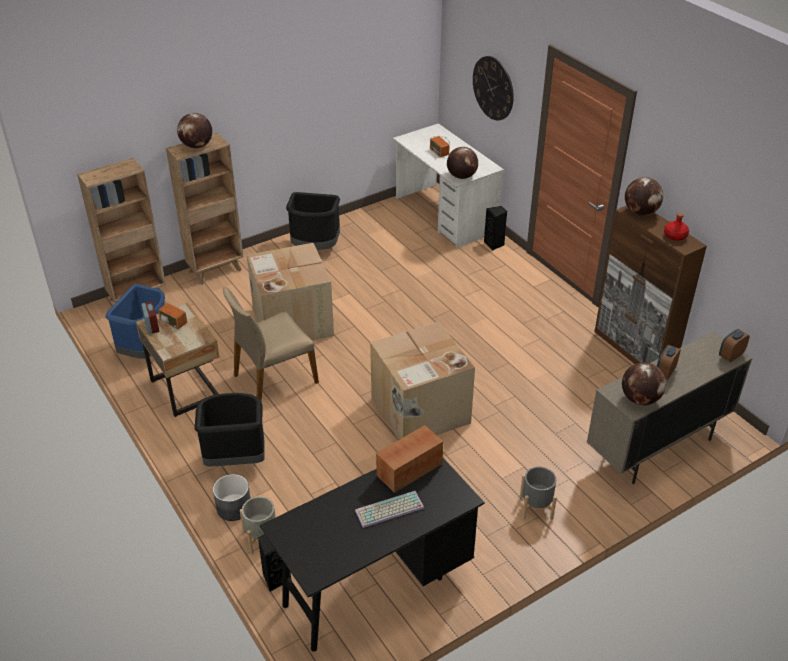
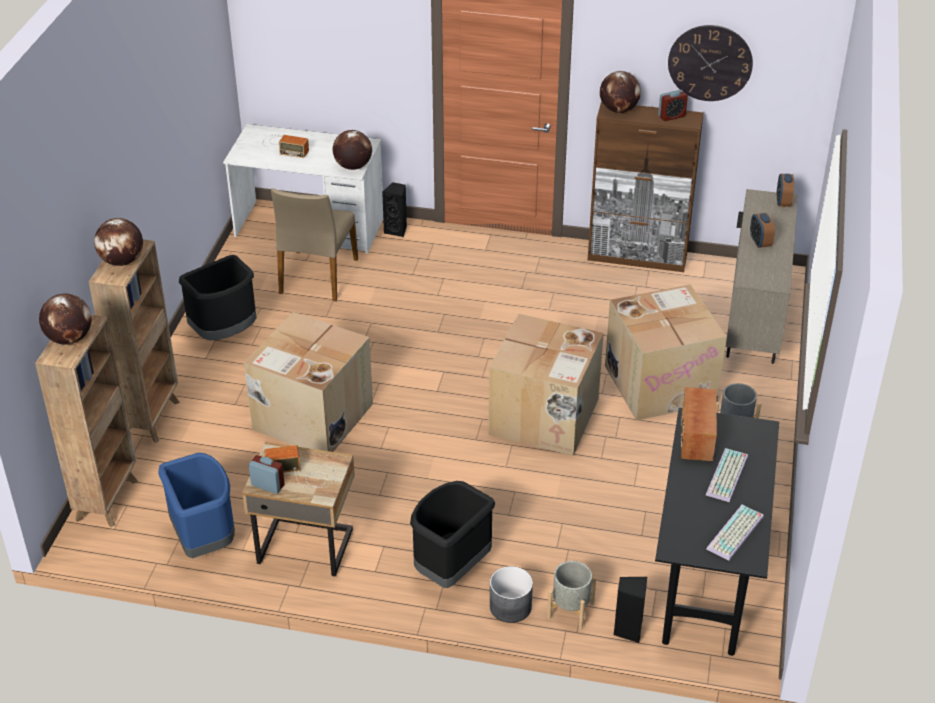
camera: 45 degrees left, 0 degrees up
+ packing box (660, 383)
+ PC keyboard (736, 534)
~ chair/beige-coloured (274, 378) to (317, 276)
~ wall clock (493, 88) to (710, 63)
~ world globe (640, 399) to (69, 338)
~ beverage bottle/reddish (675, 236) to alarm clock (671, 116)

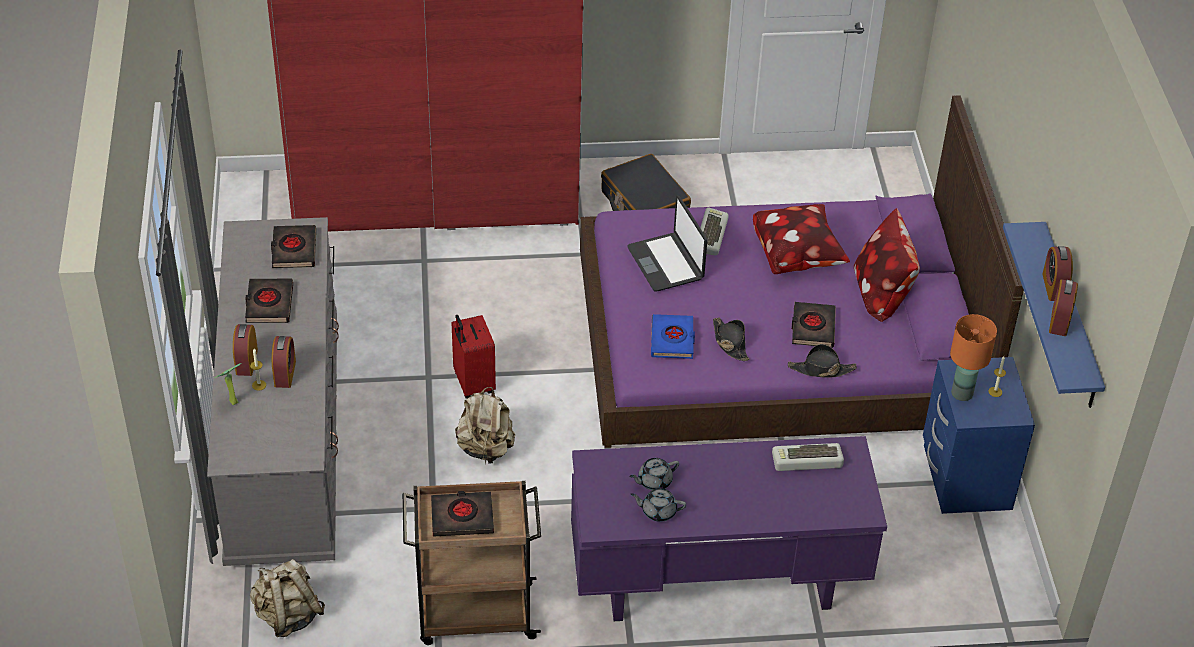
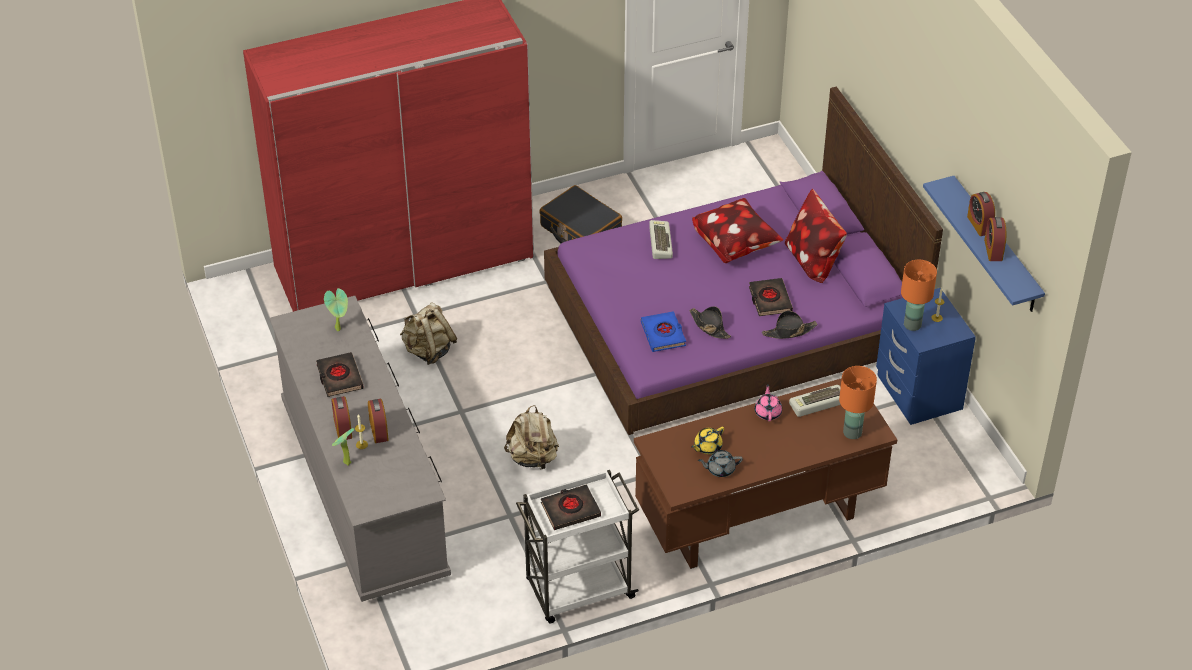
camera: 15 degrees left, 0 degrees up
- travel case/reddish (472, 384)
- laptop (666, 263)
+ teapot/pink (768, 412)
+ tabletop lamp/orangey (853, 433)
~ knapsack/beige-coloured (288, 615) to (428, 350)
~ volume/black (293, 250) to houseplant (339, 328)
~ wheeled cart/brownish (474, 614) to wheeled cart/whitish (578, 590)
~ desk/purple-coloured (716, 583) to desk/brownish (758, 520)
~ teapot/grey (654, 481) to teapot/yellow (707, 447)

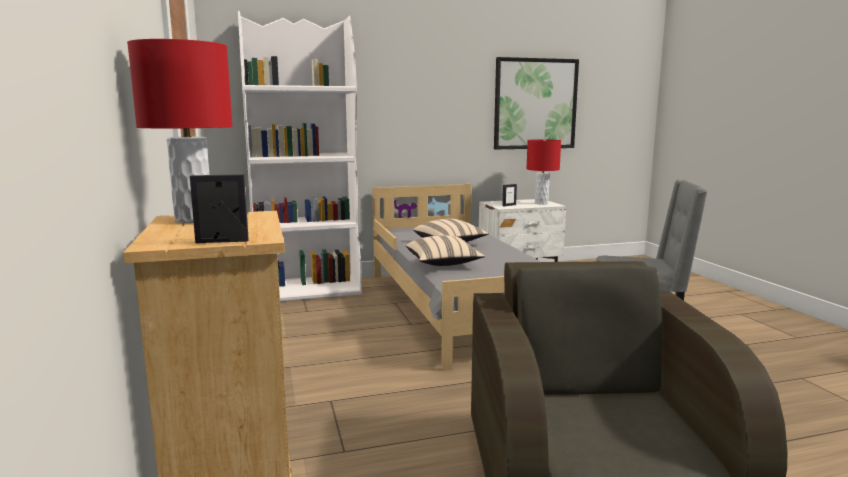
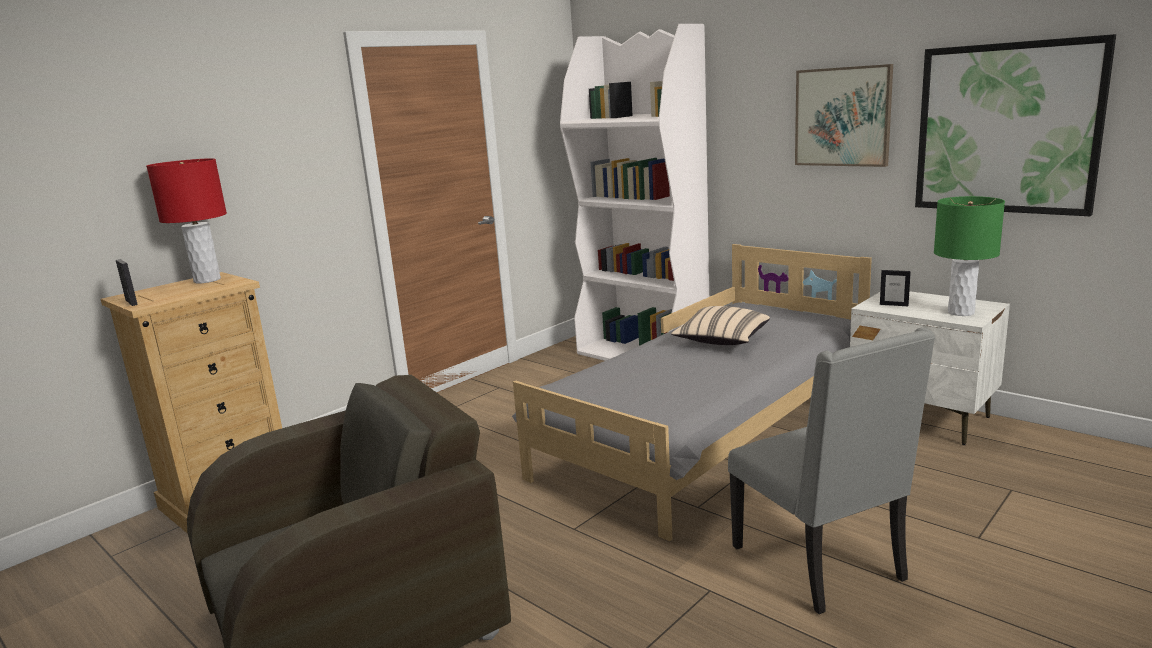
camera: 60 degrees right, 5 degrees up
- throw pillow/beige-coloured (443, 264)
+ picture (842, 117)
~ tabletop lamp/reddish (541, 203) to tabletop lamp/green-coloured (960, 312)

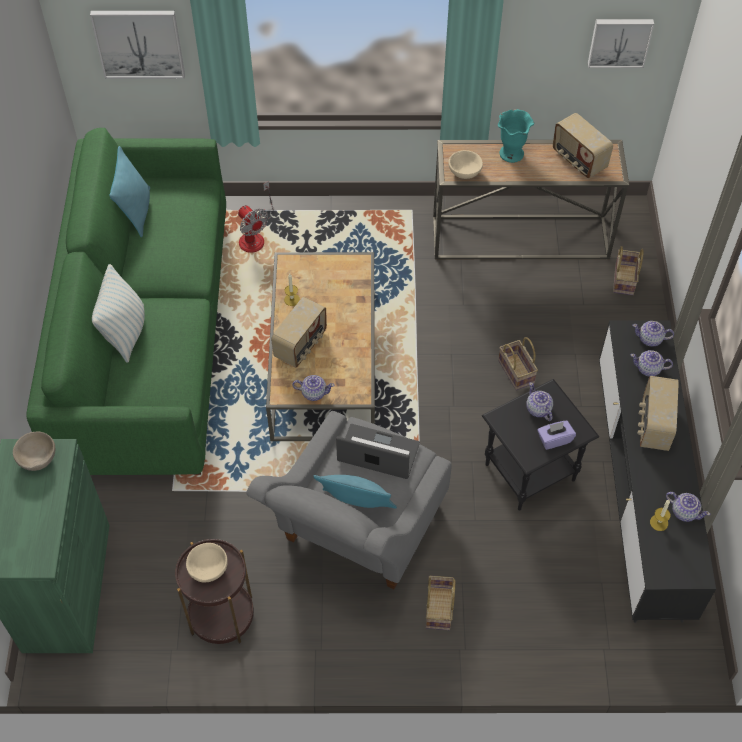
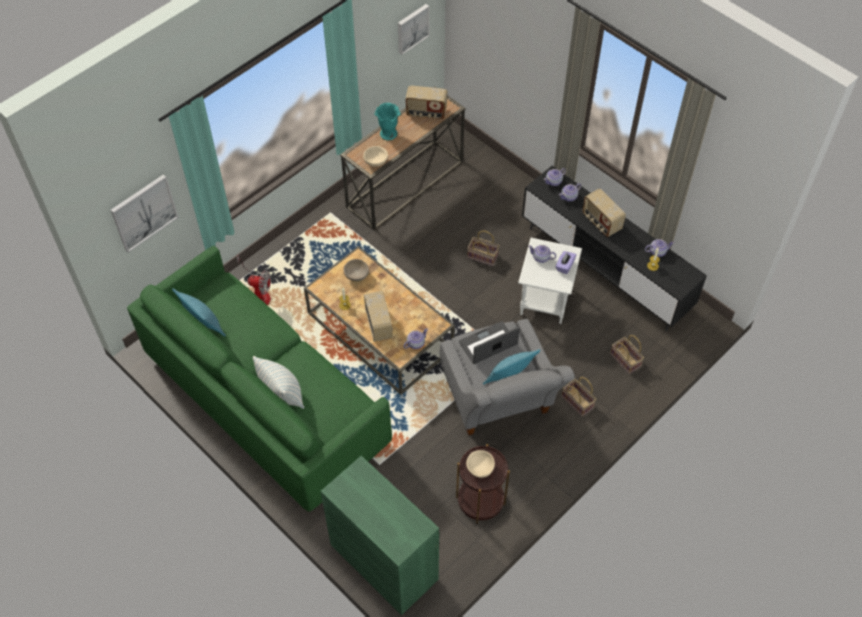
camera: 45 degrees left, 0 degrees up
~ bowl/beige-coloured (37, 458) to (356, 275)
~ household basket (625, 280) to (626, 360)
~ side table/black (529, 473) to side table/whitish (545, 301)

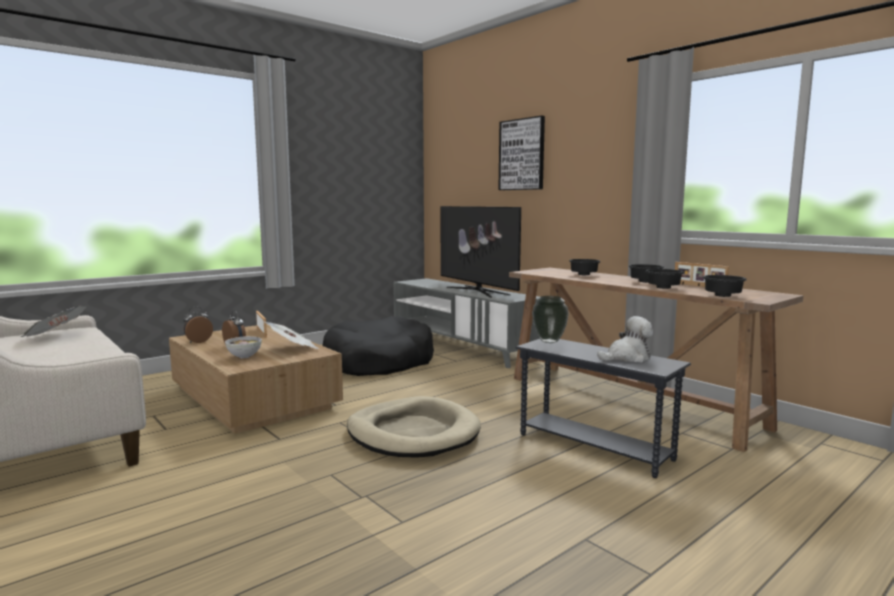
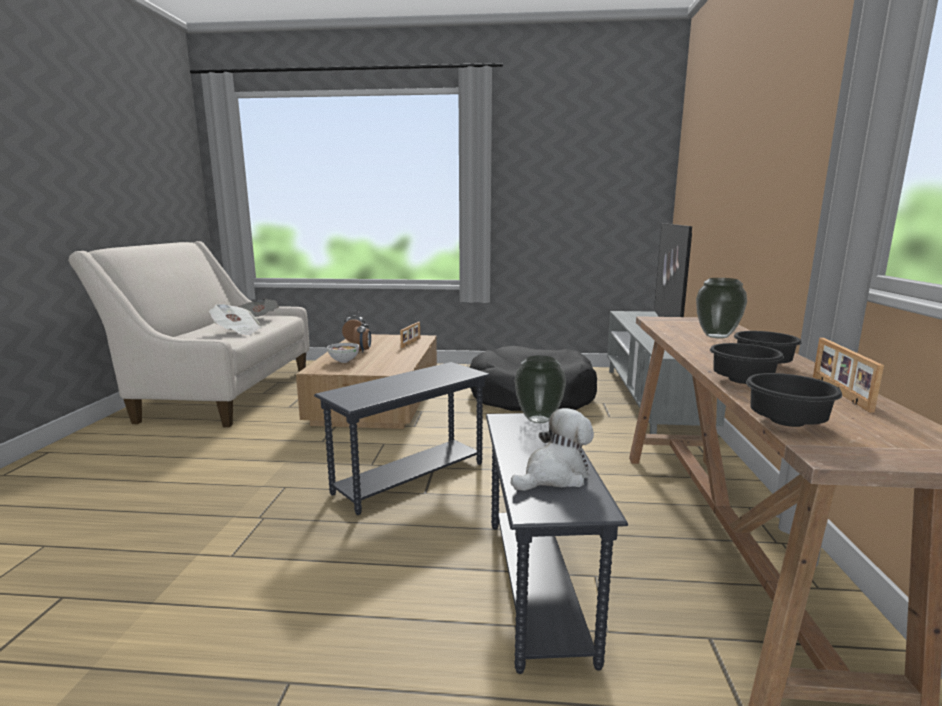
camera: 45 degrees right, 5 degrees up
- picture (522, 154)
~ daily paper (293, 349) to (237, 332)
~ dog cushion/beige-coloured (413, 433) to side table/grey (409, 478)
~ bowl/black (584, 275) to flower vase (717, 336)
~ plush toy (627, 357) = (554, 476) 60 degrees counterclockwise

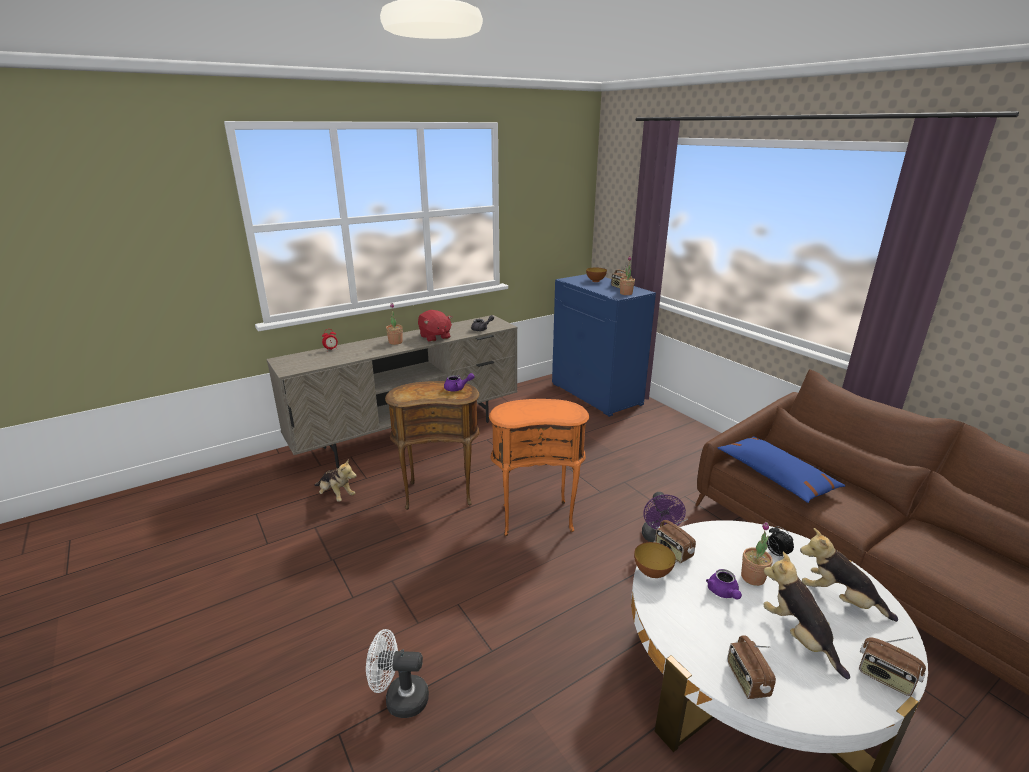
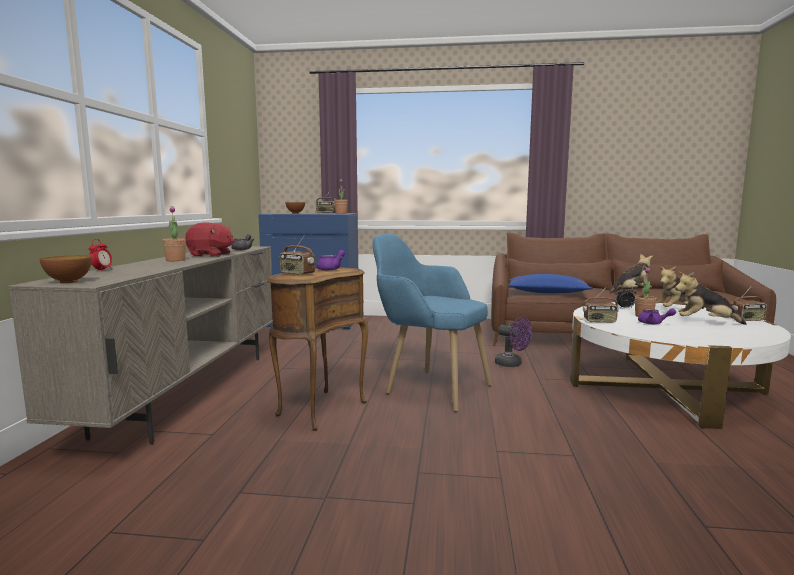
camera: 50 degrees left, 15 degrees down
- electric fan/whitish (399, 699)
~ plush toy (336, 495) to (631, 292)
~ bowl (652, 573) to (69, 282)
~ radio (746, 680) to (297, 273)
~ side table/orangey (536, 517) to lounge chair/bluish (427, 386)

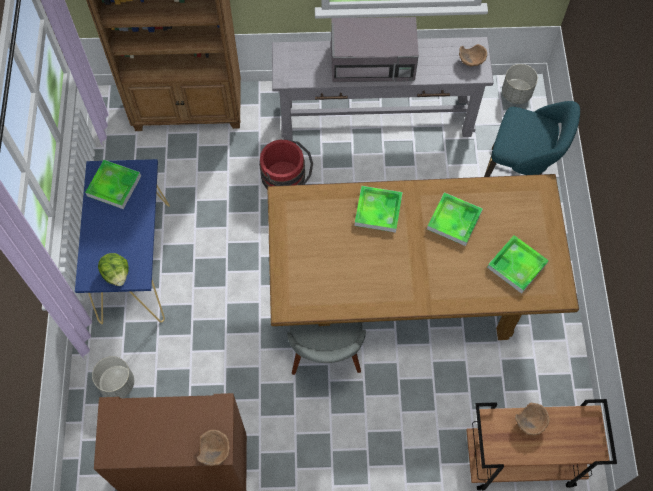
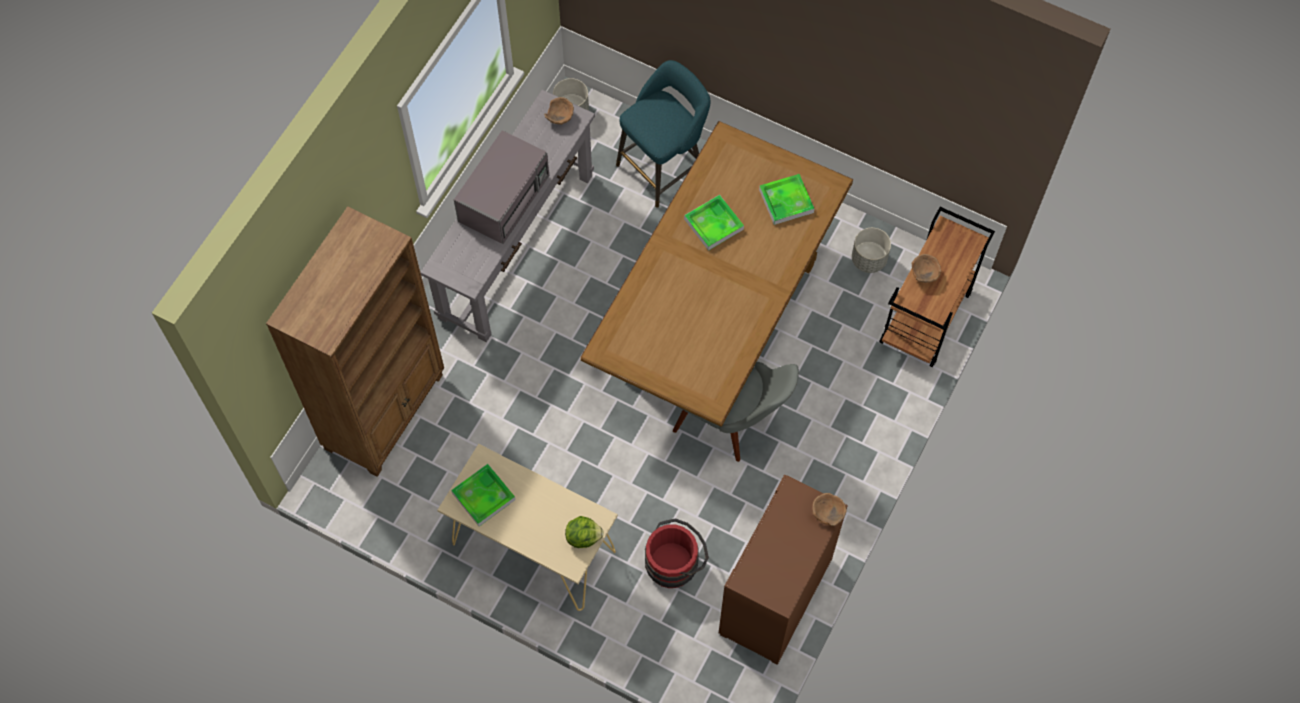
camera: 60 degrees left, 0 degrees up
- carrying tray (378, 210)
~ plant pot/grey (117, 384) to (869, 259)
~ bucket/reddish (287, 181) to (675, 562)
~ hall table/bluish (135, 261) to hall table/beige-coloured (533, 546)

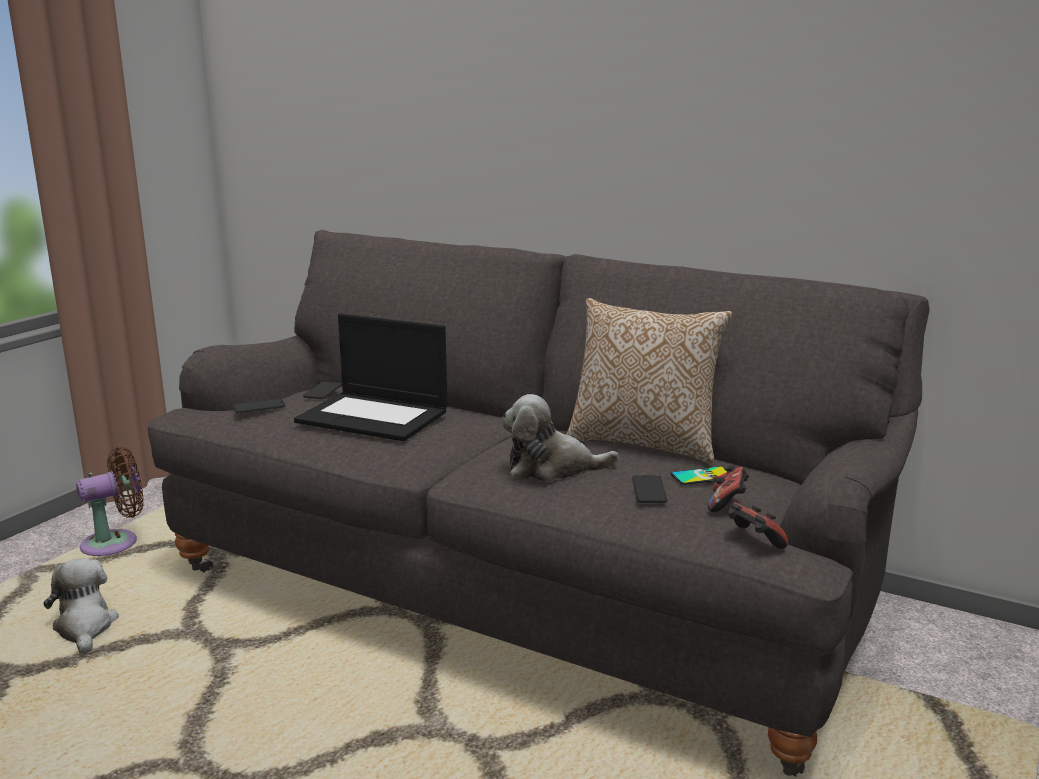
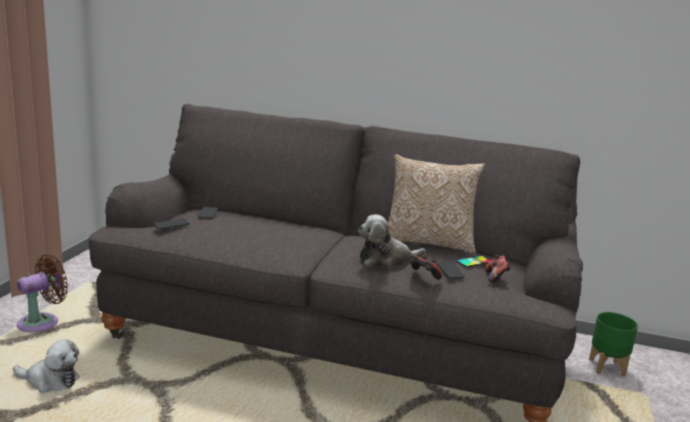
camera: 15 degrees left, 0 degrees up
- laptop (375, 416)
+ plant pot/green-coloured (606, 367)
~ gamepad (753, 541) to (423, 276)
~ plush toy (85, 628) = (50, 381) 135 degrees clockwise

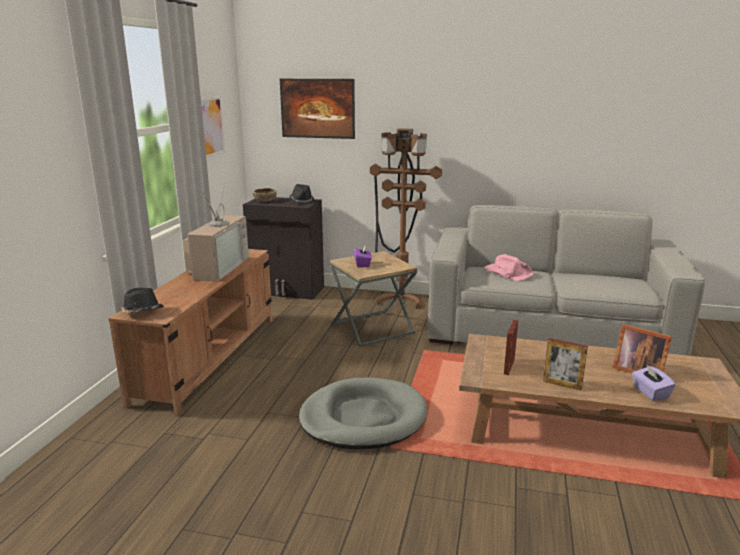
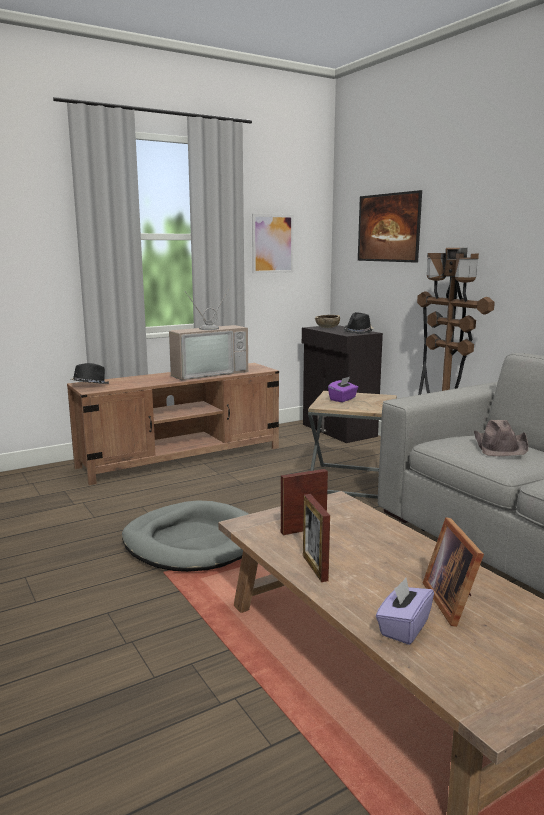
camera: 45 degrees right, 5 degrees down
~ wearable hat/pink (507, 272) to wearable hat/brownish (500, 446)

